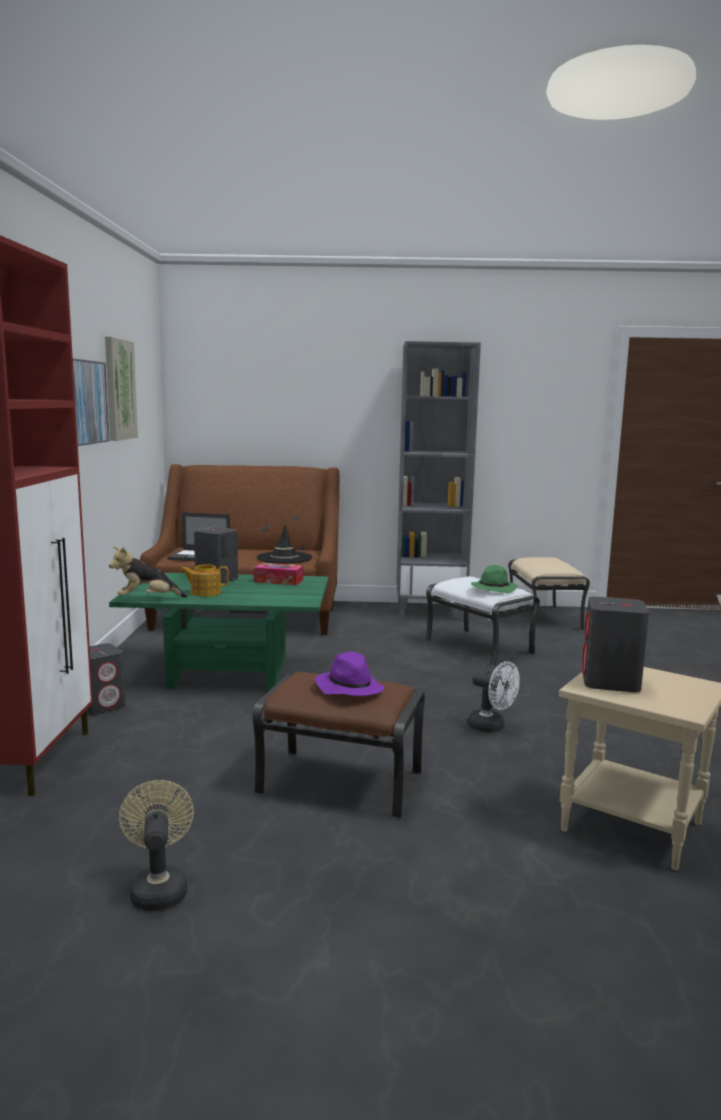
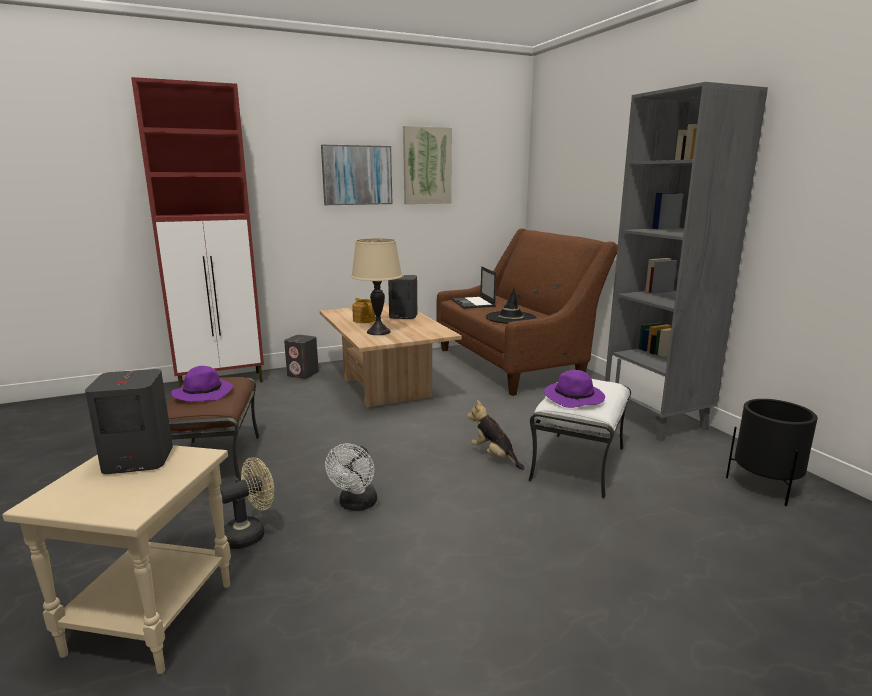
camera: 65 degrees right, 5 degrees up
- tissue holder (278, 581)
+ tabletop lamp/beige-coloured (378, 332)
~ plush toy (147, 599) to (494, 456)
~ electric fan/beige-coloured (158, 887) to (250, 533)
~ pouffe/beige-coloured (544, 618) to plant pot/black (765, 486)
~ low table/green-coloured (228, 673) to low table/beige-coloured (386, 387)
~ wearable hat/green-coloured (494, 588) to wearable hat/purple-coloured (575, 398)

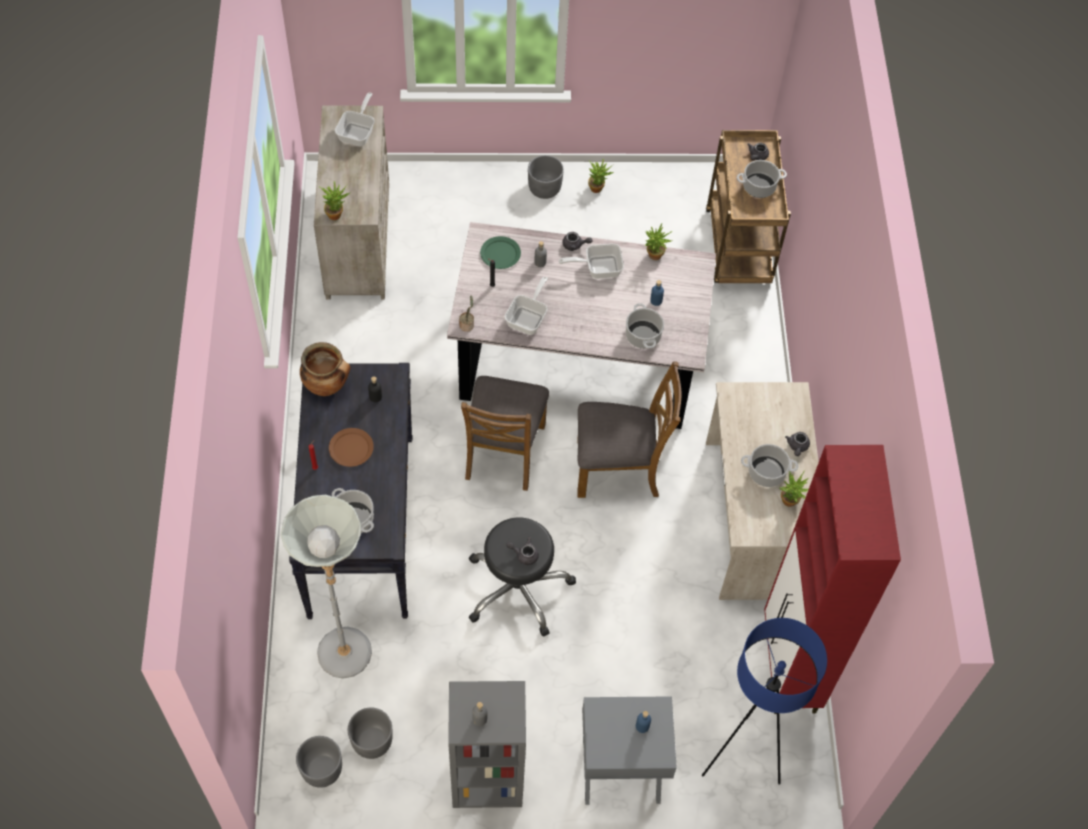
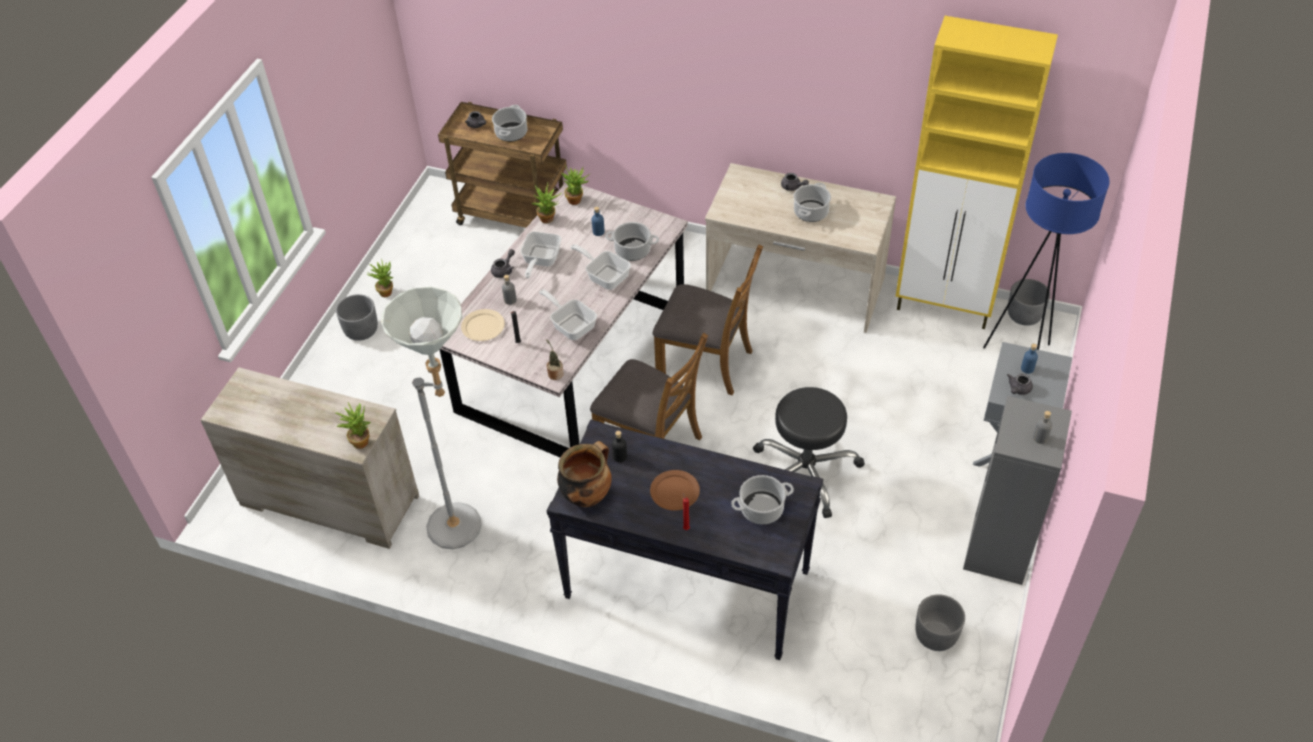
camera: 65 degrees left, 10 degrees down
~ floor lamp/grey (348, 664) to (466, 526)
~ plant pot/grey (322, 769) to (1024, 315)
~ pan (358, 132) to (604, 276)
~ teapot/grey (524, 554) to (1018, 389)
~ houseplant (791, 503) to (577, 200)
~ plate/green-coloured (500, 254) to plate/beige-coloured (483, 327)
~ cabinet/reddish (789, 668) to cabinet/yellow (945, 307)
~ chair/brownish (619, 468) = (706, 363) 90 degrees clockwise

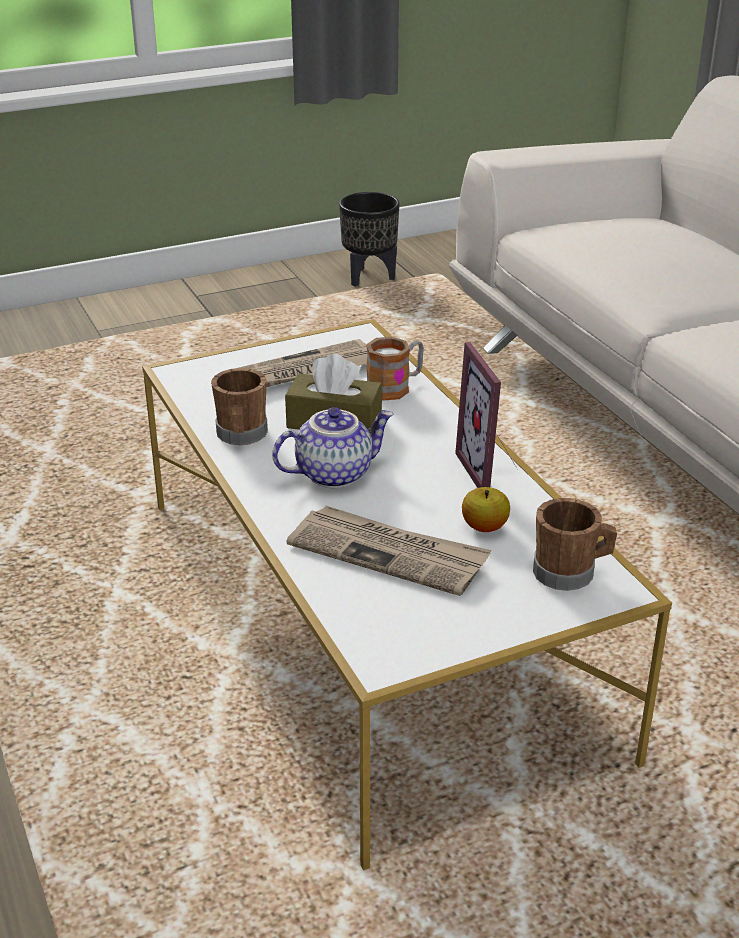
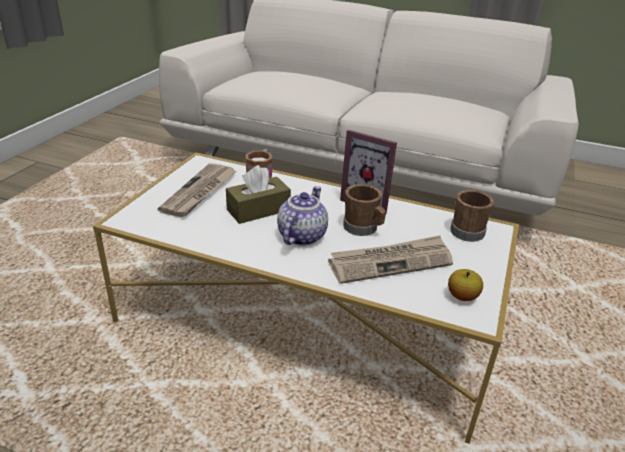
camera: 45 degrees left, 0 degrees up
- plant pot/black (369, 277)
~ mug/brownish (241, 436) to (363, 229)
~ apple (484, 527) to (462, 296)

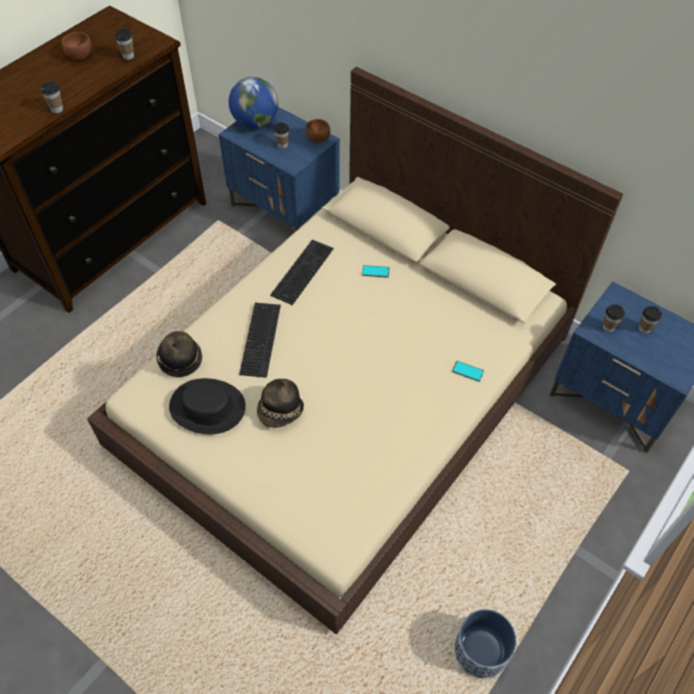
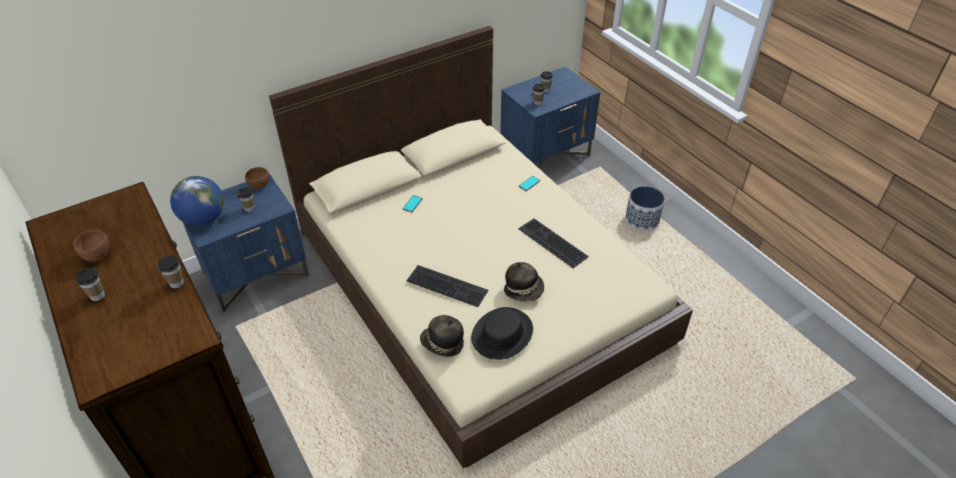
camera: 70 degrees left, 10 degrees down
~ drinking cup (128, 56) to (97, 296)
~ PC keyboard (301, 270) to (551, 243)
~ plant pot (481, 651) to (642, 219)

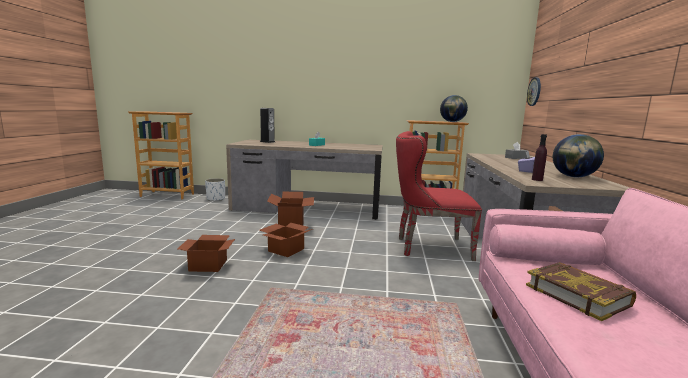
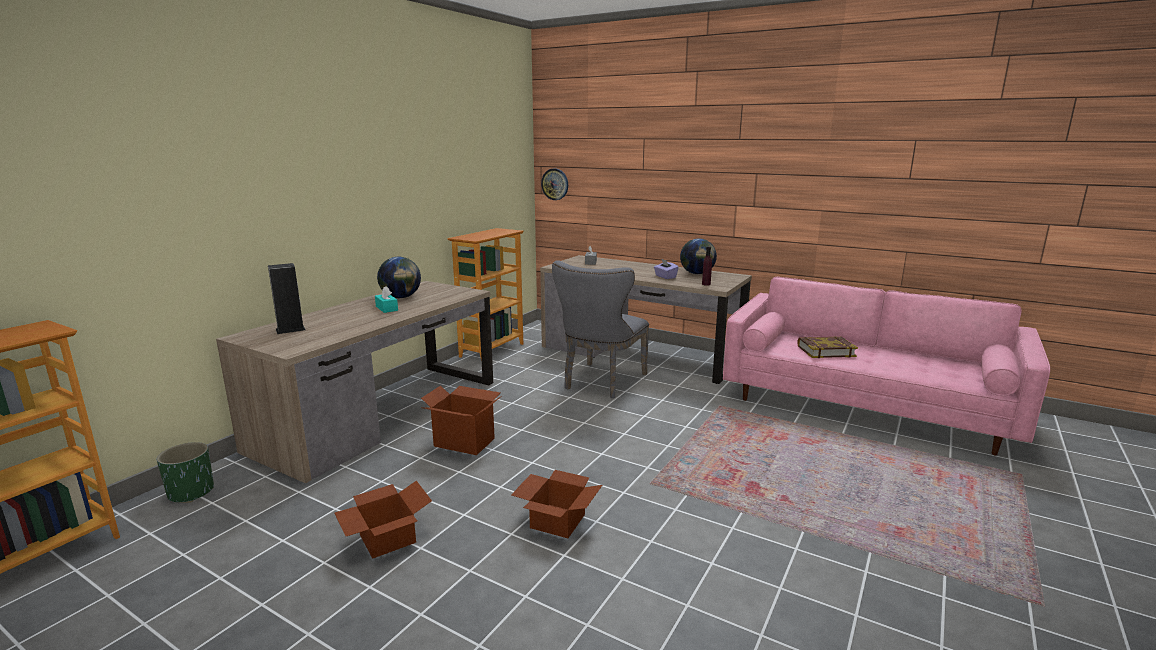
camera: 65 degrees left, 5 degrees up
~ packing box (285, 249) to (385, 538)
~ world globe (452, 122) to (401, 297)
~ plant pot/whitish (216, 199) to plant pot/green-coloured (191, 492)
~ chair/reddish (428, 247) to chair/grey (601, 382)

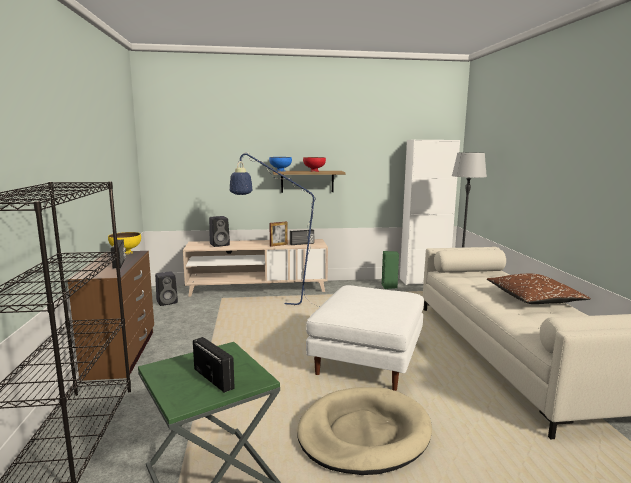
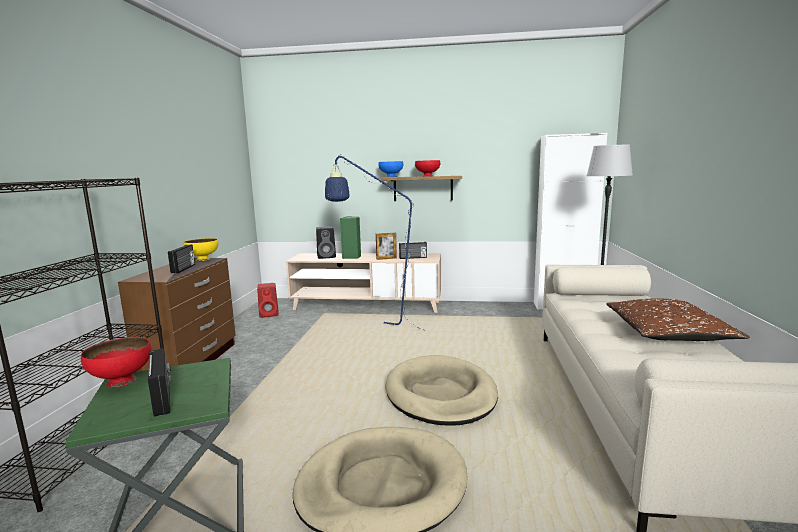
camera: 15 degrees right, 0 degrees up
+ bowl/reddish (121, 381)
~ speaker/green-coloured (389, 286) to (351, 257)
~ pouffe/whitish (367, 360) to dog cushion/beige-coloured (440, 394)
~ speaker/black (167, 302) to speaker/reddish (269, 314)

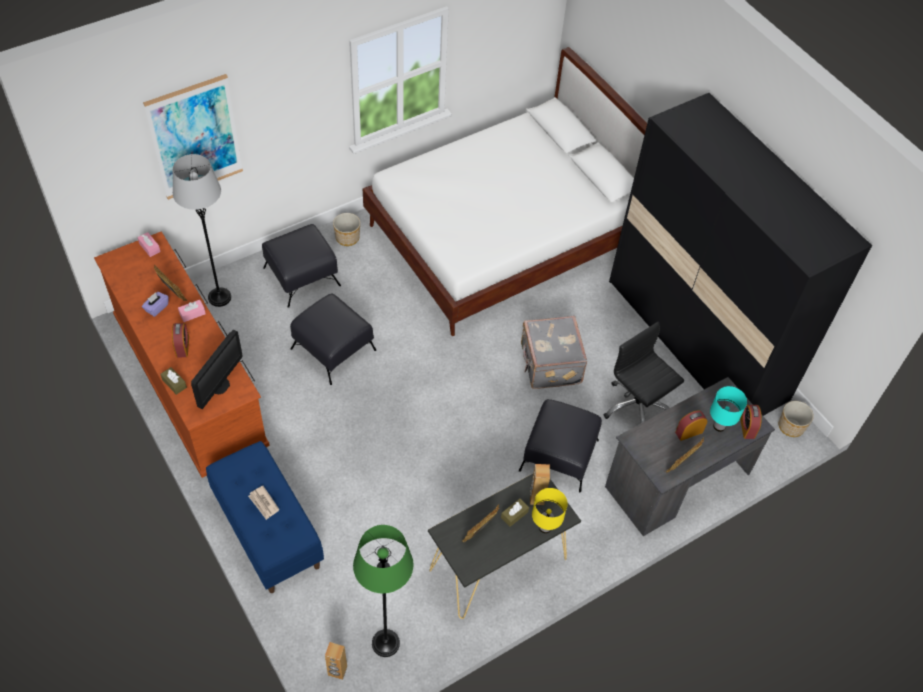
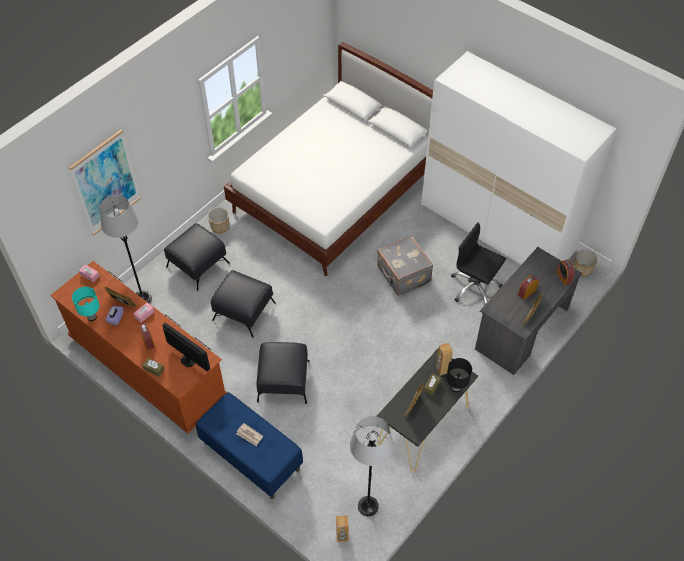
camera: 15 degrees left, 0 degrees up
~ pouffe/black (559, 455) to (283, 380)
~ tabletop lamp/turquoise-coloured (719, 426) to (92, 317)
~ floor lamp/green-coloured (385, 643) to floor lamp/grey (368, 506)
~ tabletop lamp/yellow (544, 527) to tabletop lamp/black (456, 388)
~ wardrobe/black (696, 340) to wardrobe/whitish (497, 228)
~ monitor (219, 385) = (188, 360) 60 degrees counterclockwise

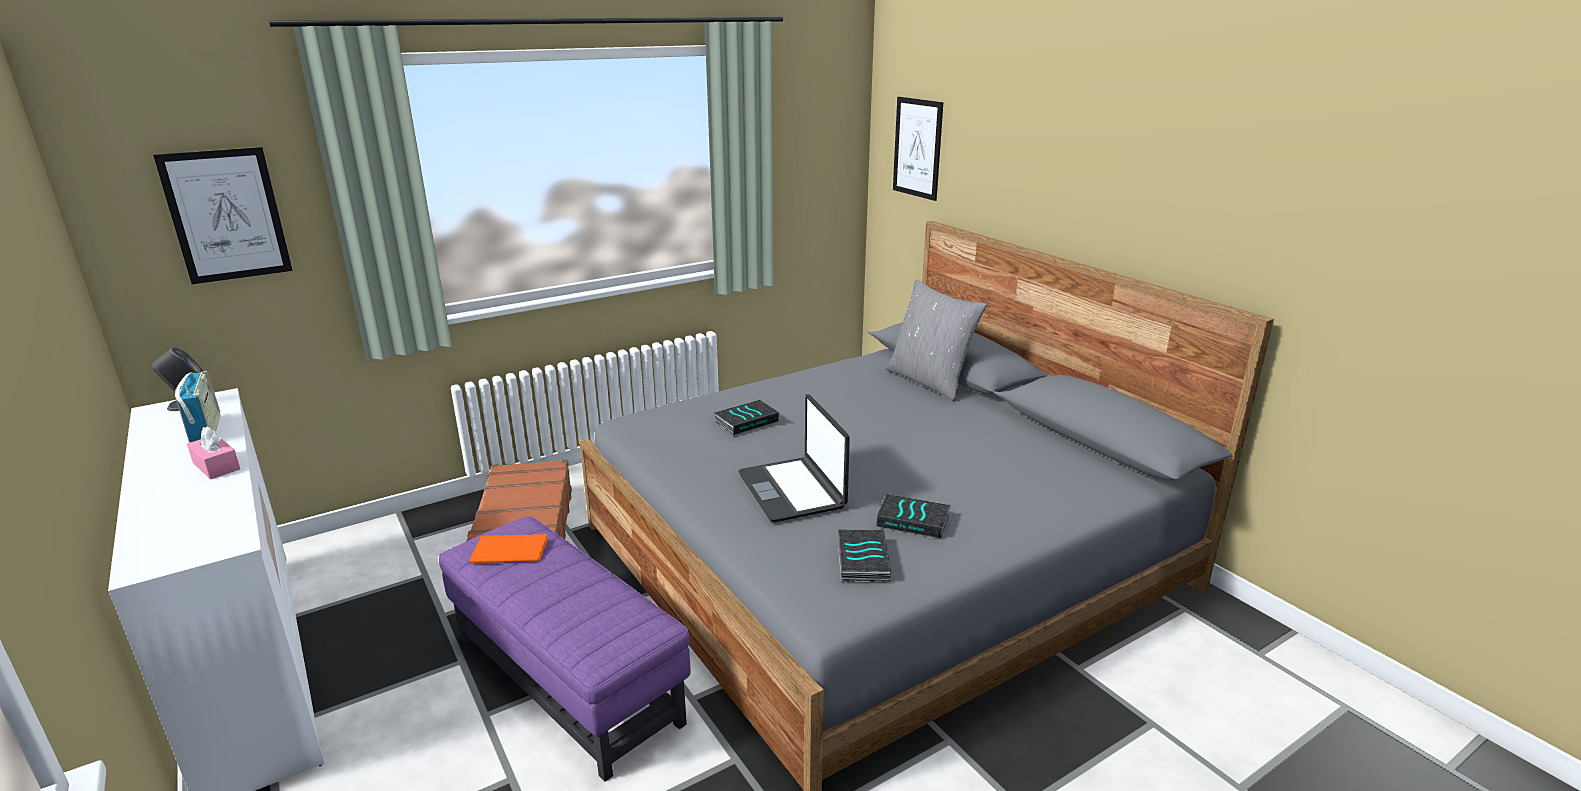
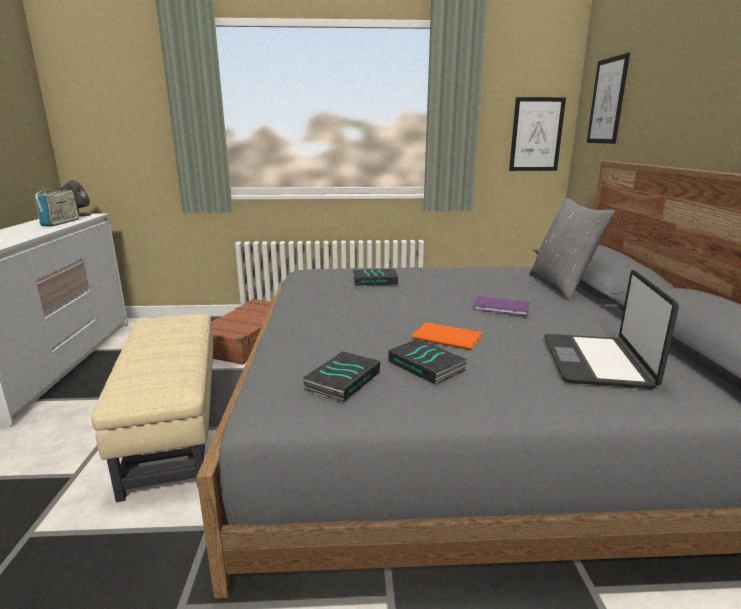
camera: 30 degrees right, 5 degrees down
- tissue holder/pink (216, 466)
+ volume/purple-coloured (502, 307)
~ picture (226, 215) to (536, 134)
~ volume/orangey (508, 549) to (446, 336)
~ laptop (792, 490) to (597, 362)
~ pouffe/purple-coloured (566, 679) to pouffe/beige-coloured (173, 427)

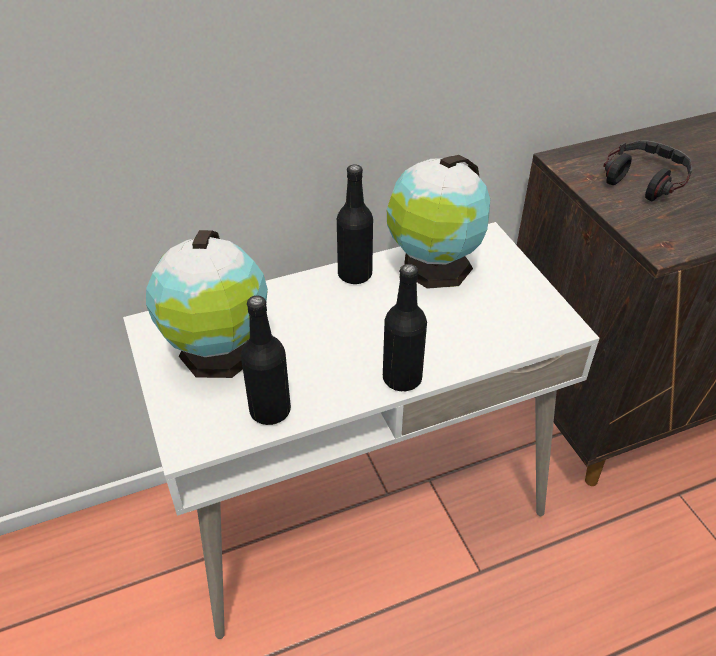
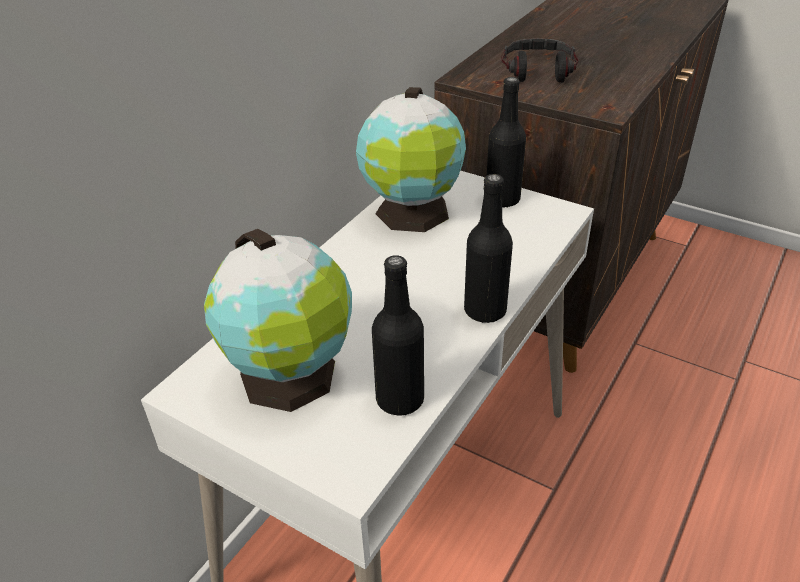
camera: 35 degrees left, 5 degrees down
~ beverage bottle/black (355, 274) to (502, 199)

